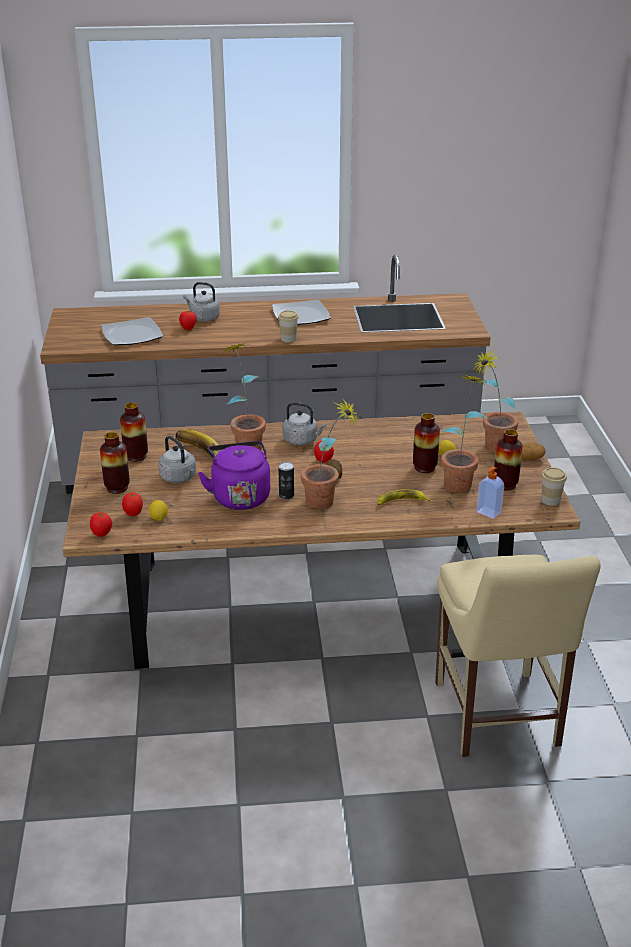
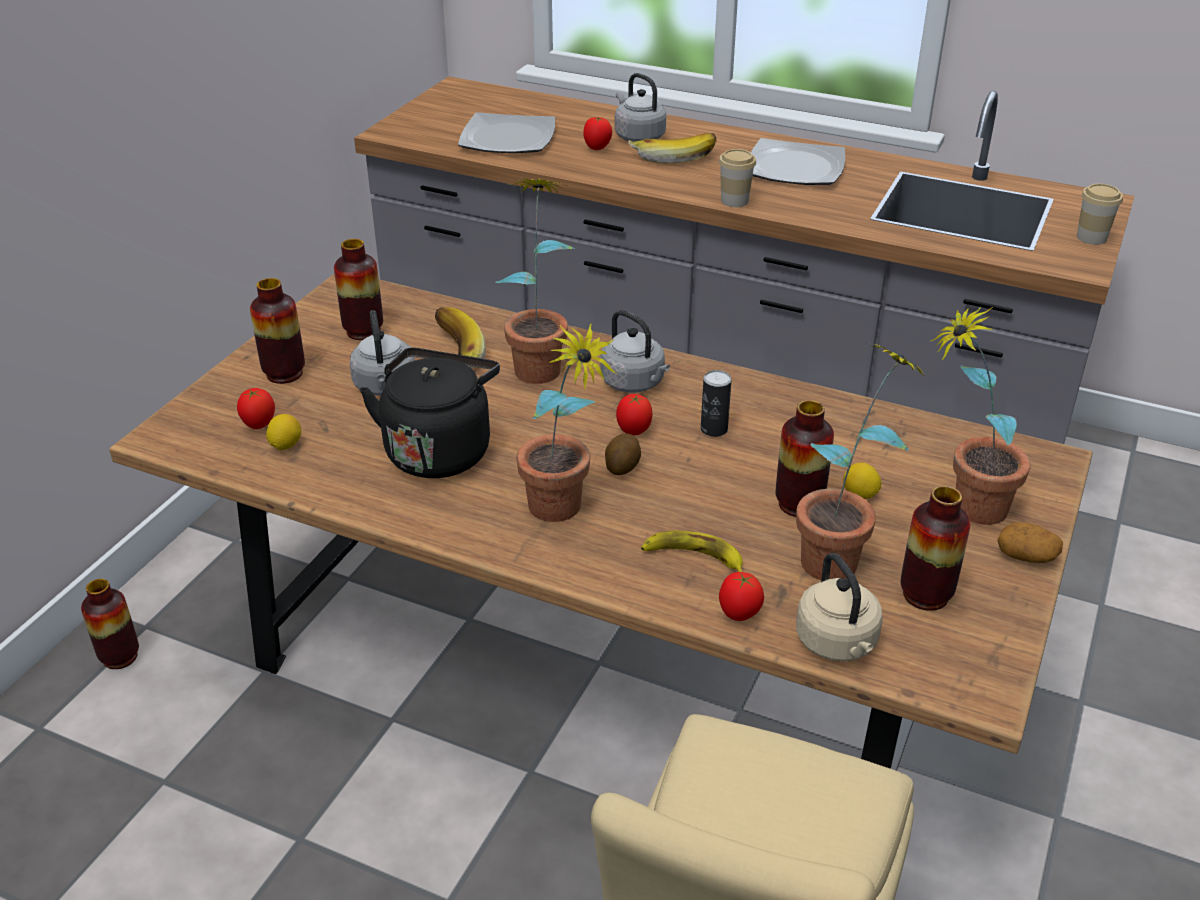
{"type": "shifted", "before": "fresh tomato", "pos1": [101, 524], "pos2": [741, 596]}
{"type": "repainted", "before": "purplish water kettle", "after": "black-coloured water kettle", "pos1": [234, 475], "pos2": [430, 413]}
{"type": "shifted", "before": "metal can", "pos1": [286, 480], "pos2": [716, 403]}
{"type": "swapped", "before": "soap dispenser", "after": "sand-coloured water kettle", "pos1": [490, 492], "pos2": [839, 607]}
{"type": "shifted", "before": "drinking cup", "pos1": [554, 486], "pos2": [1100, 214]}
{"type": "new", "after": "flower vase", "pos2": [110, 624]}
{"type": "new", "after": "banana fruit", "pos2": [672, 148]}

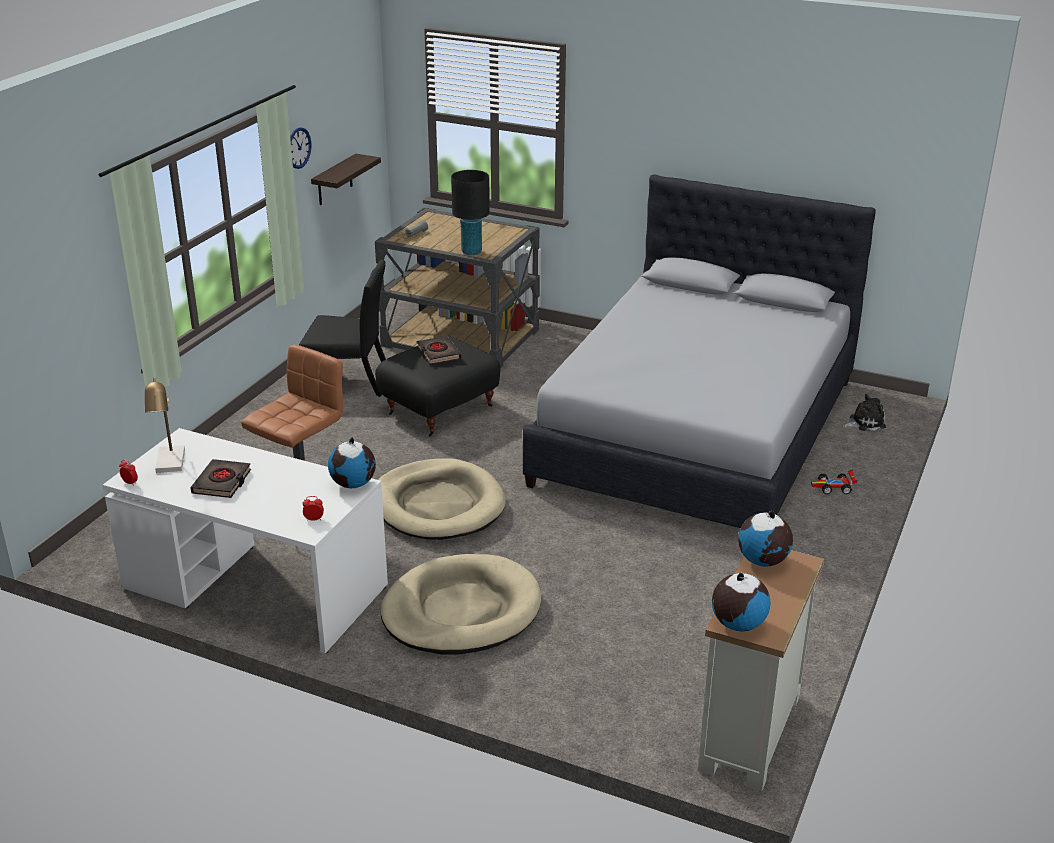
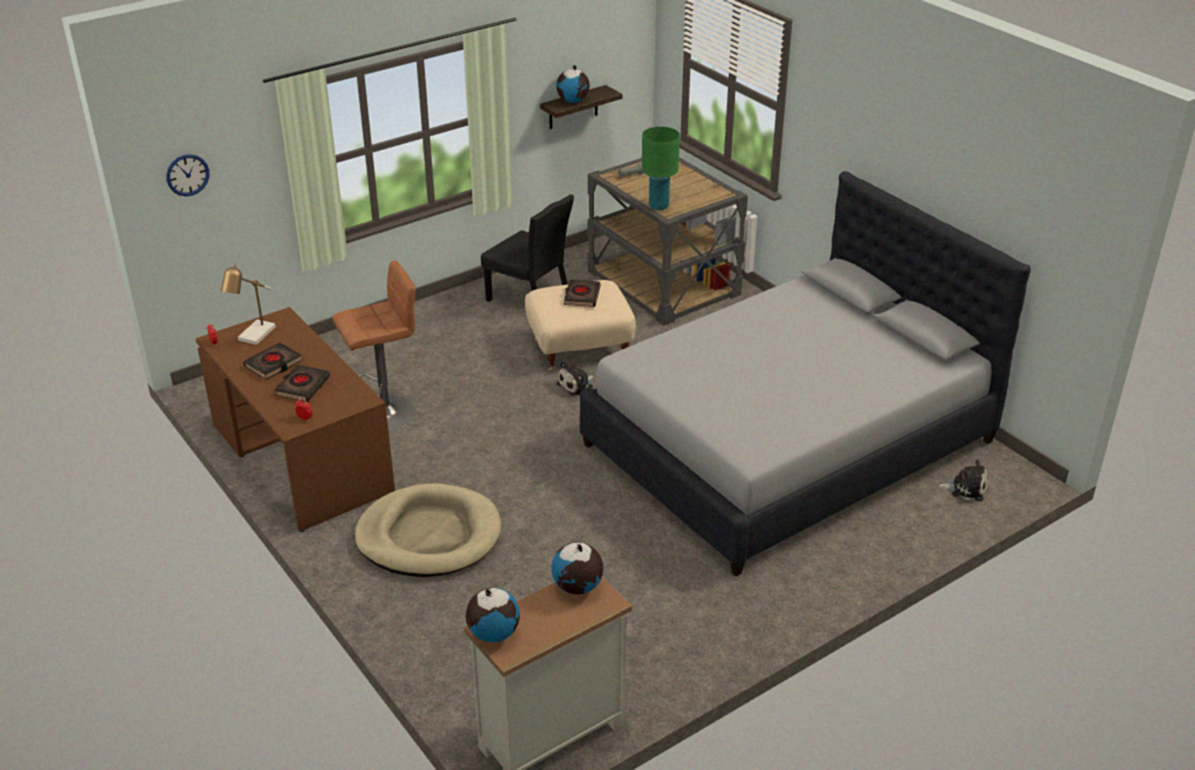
{"type": "repainted", "before": "white-coloured desk table", "after": "brownish desk table", "pos1": [245, 541], "pos2": [295, 419]}
{"type": "shifted", "before": "wall clock", "pos1": [300, 148], "pos2": [187, 175]}
{"type": "shifted", "before": "globe", "pos1": [352, 462], "pos2": [573, 84]}
{"type": "repainted", "before": "black-coloured footrest", "after": "sand-coloured footrest", "pos1": [437, 386], "pos2": [580, 325]}
{"type": "gone", "before": "sand-coloured dog cushion", "pos1": [442, 499]}
{"type": "repainted", "before": "black-coloured table lamp", "after": "green-coloured table lamp", "pos1": [470, 212], "pos2": [661, 168]}
{"type": "gone", "before": "miniature car", "pos1": [834, 482]}
{"type": "new", "after": "black-coloured bound book", "pos2": [302, 383]}
{"type": "new", "after": "plush toy", "pos2": [575, 378]}

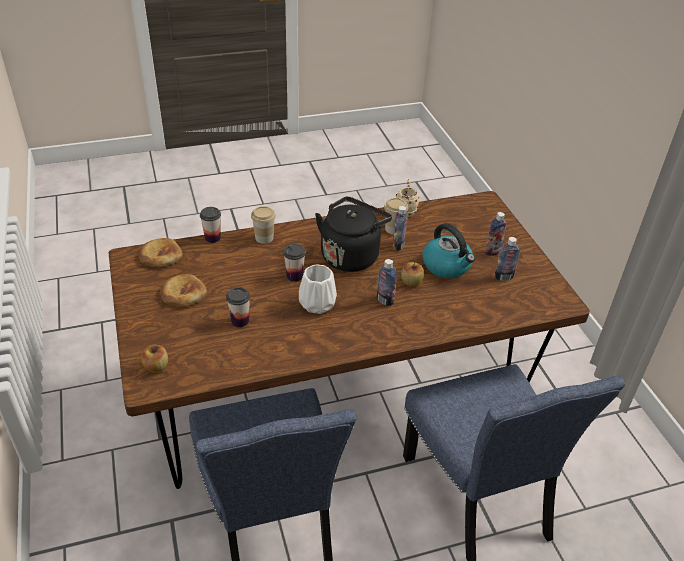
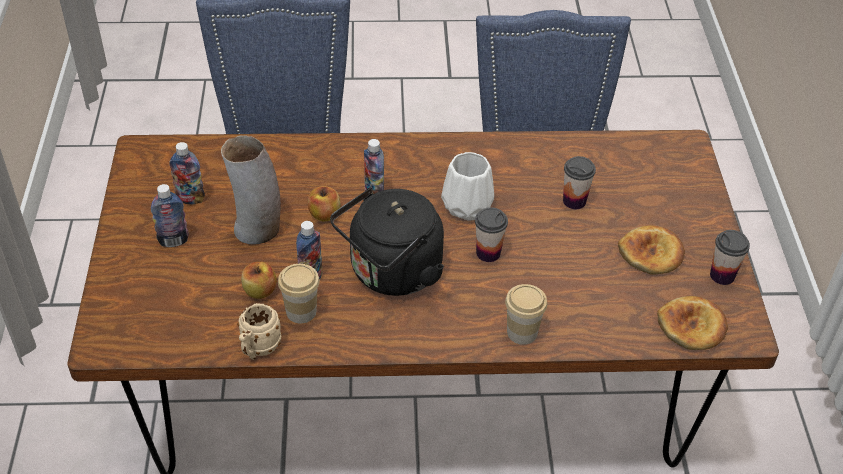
{"type": "shifted", "before": "whole apple", "pos1": [155, 359], "pos2": [259, 280]}
{"type": "shifted", "before": "drinking cup", "pos1": [210, 225], "pos2": [730, 257]}
{"type": "swapped", "before": "water kettle", "after": "flower vase", "pos1": [448, 250], "pos2": [251, 190]}

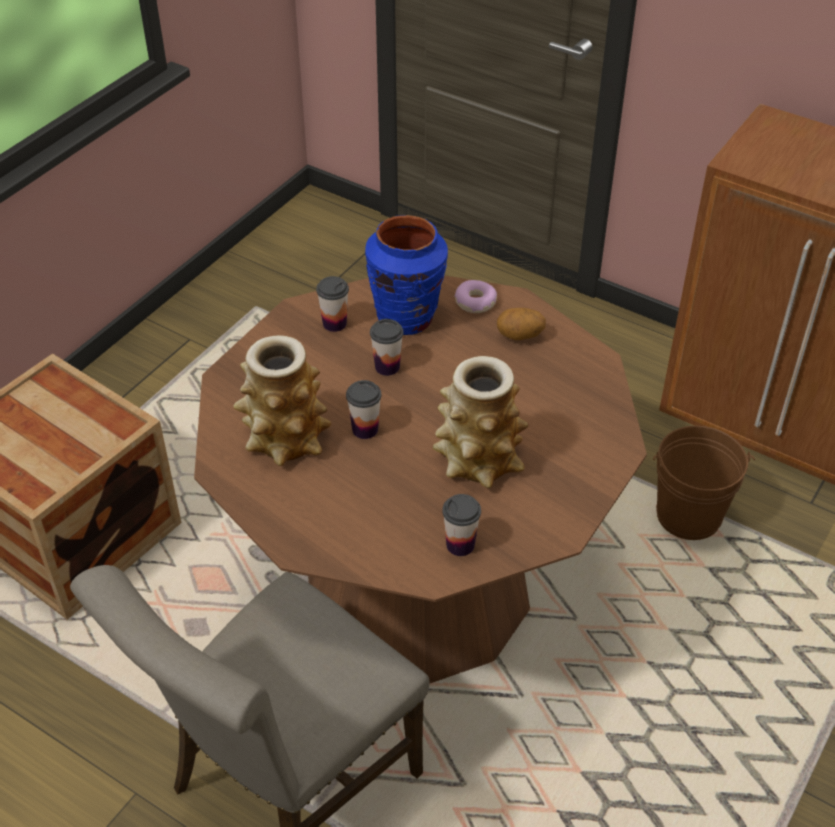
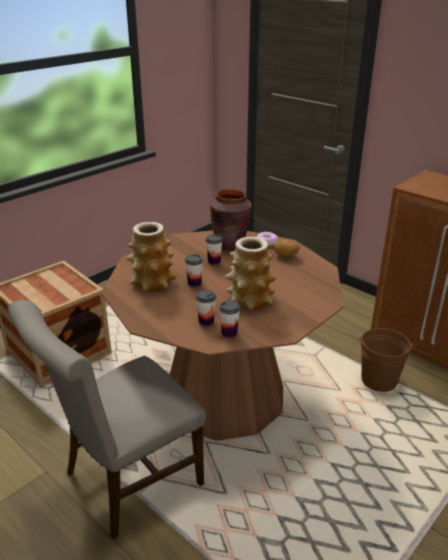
{"type": "shifted", "before": "drinking cup", "pos1": [332, 304], "pos2": [206, 308]}
{"type": "repainted", "before": "bluish flower vase", "after": "brownish flower vase", "pos1": [406, 275], "pos2": [231, 220]}

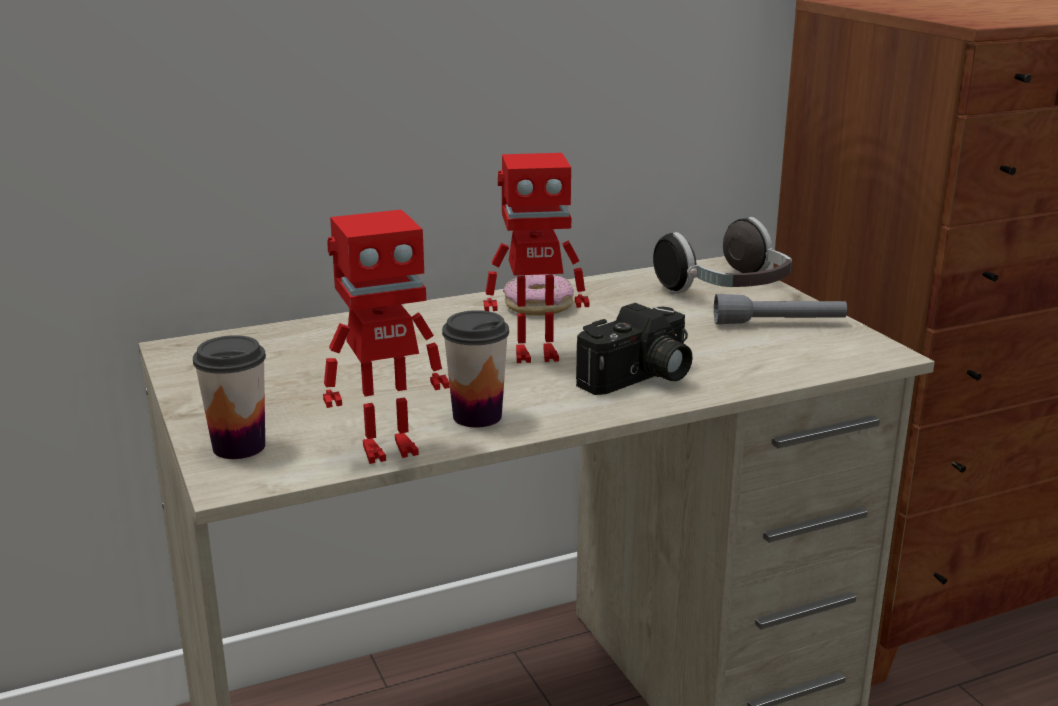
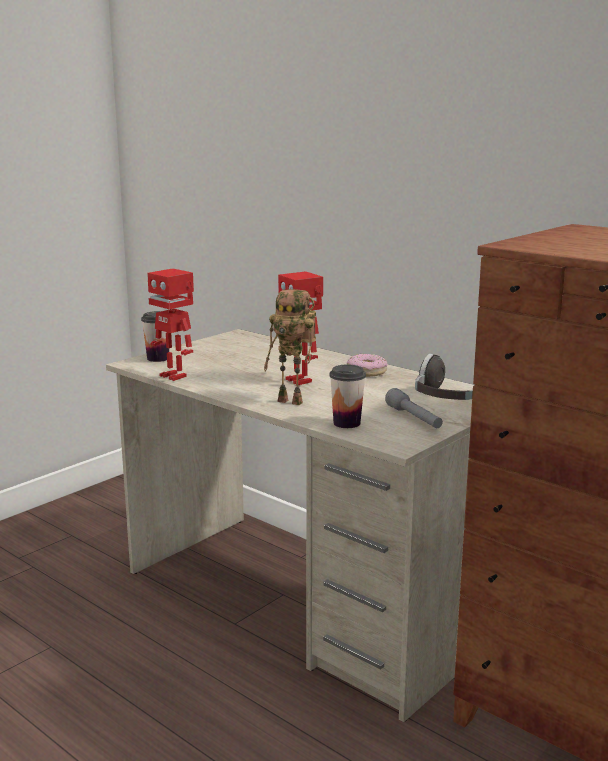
{"type": "shifted", "before": "drinking cup", "pos1": [475, 369], "pos2": [347, 396]}
{"type": "swapped", "before": "photo camera", "after": "model robot", "pos1": [634, 349], "pos2": [290, 347]}

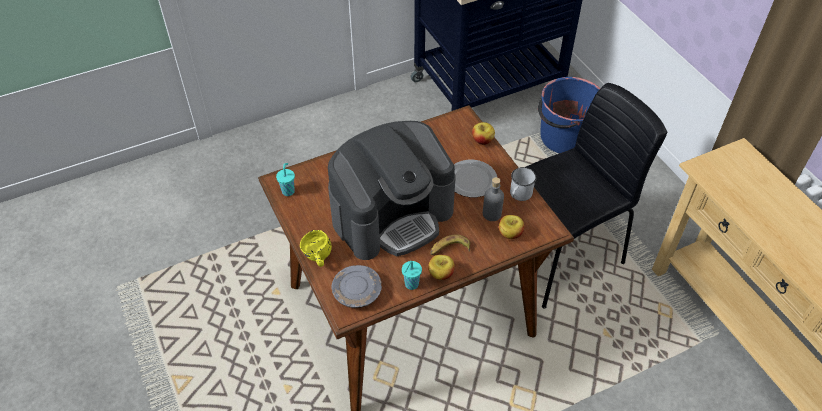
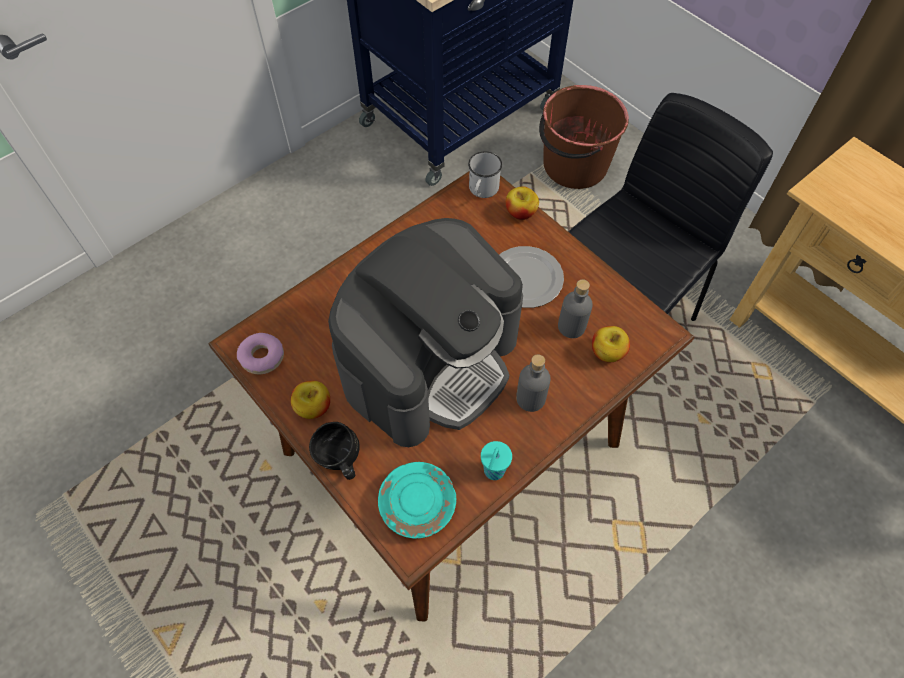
{"type": "swapped", "before": "turquoise drinking cup", "after": "ring doughnut", "pos1": [285, 179], "pos2": [260, 353]}
{"type": "repainted", "before": "yellow mug", "after": "black-coloured mug", "pos1": [316, 248], "pos2": [334, 451]}
{"type": "repainted", "before": "gray dinner plate", "after": "turquoise dinner plate", "pos1": [357, 286], "pos2": [417, 500]}
{"type": "shifted", "before": "whole apple", "pos1": [441, 267], "pos2": [310, 400]}
{"type": "swapped", "before": "banana fruit", "after": "gray beverage bottle", "pos1": [450, 244], "pos2": [533, 383]}
{"type": "shifted", "before": "white-coloured mug", "pos1": [523, 184], "pos2": [485, 174]}
{"type": "repainted", "before": "bluish pail", "after": "brownish pail", "pos1": [569, 115], "pos2": [584, 137]}

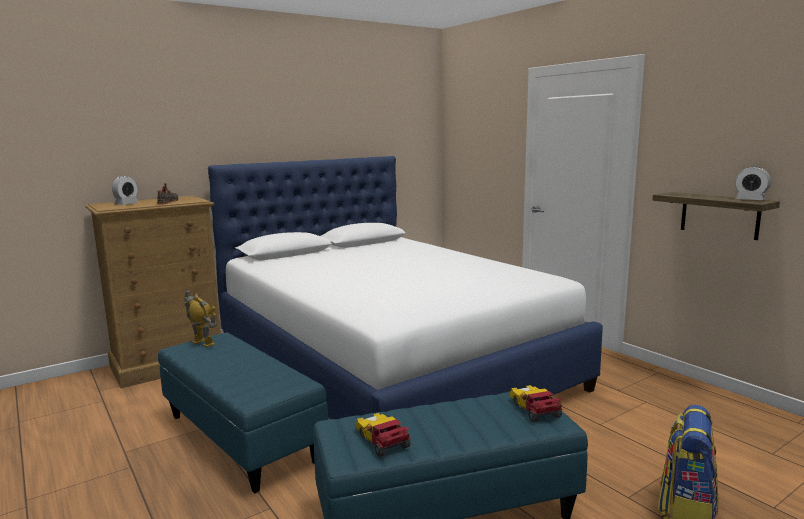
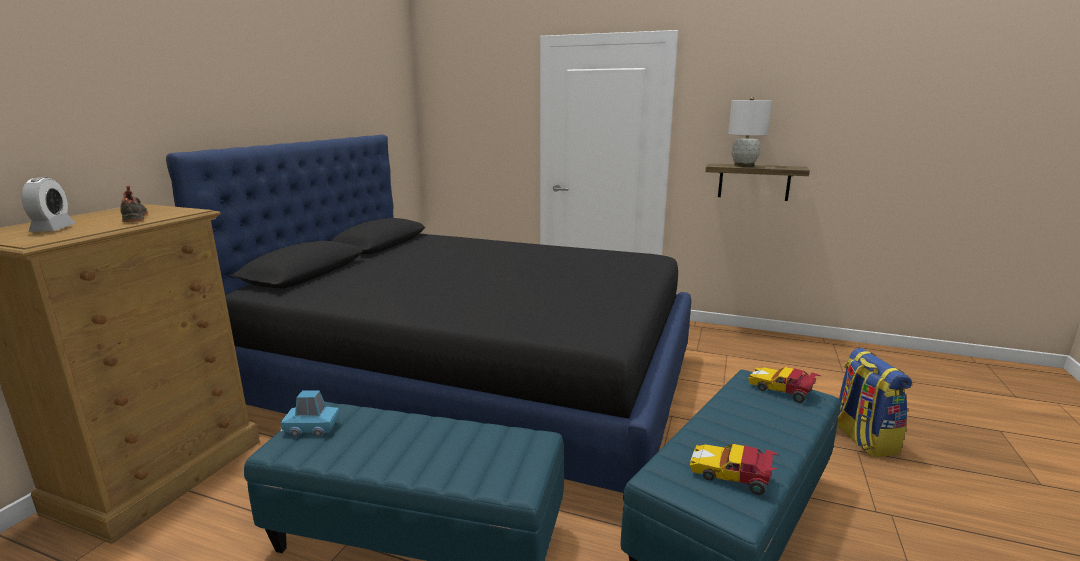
{"type": "swapped", "before": "model robot", "after": "bluish miniature car", "pos1": [201, 318], "pos2": [309, 413]}
{"type": "repainted", "before": "white-coloured sleeping bed", "after": "black-coloured sleeping bed", "pos1": [405, 287], "pos2": [429, 314]}
{"type": "gone", "before": "table clock", "pos1": [753, 183]}
{"type": "new", "after": "white-coloured table lamp", "pos2": [750, 132]}

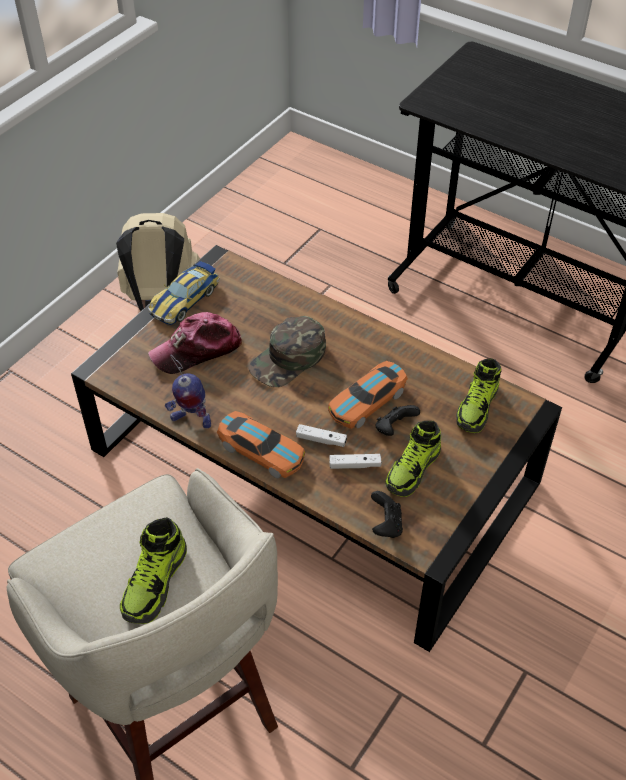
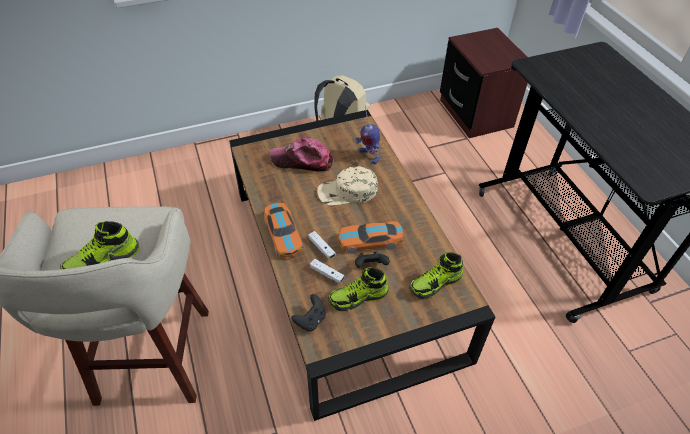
{"type": "gone", "before": "miniature car", "pos1": [183, 293]}
{"type": "shifted", "before": "model robot", "pos1": [188, 392], "pos2": [367, 135]}
{"type": "repainted", "before": "green-coloured baseball cap", "after": "sand-coloured baseball cap", "pos1": [287, 351], "pos2": [347, 186]}
{"type": "new", "after": "brownish bedside table", "pos2": [484, 83]}

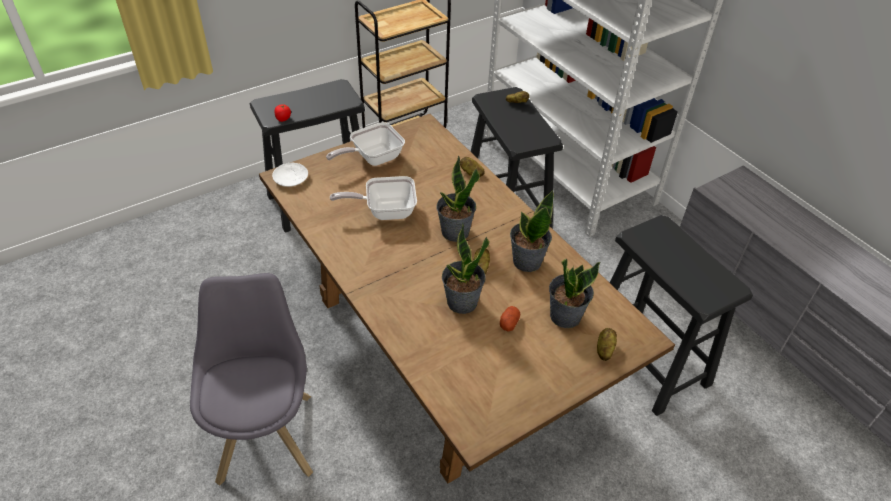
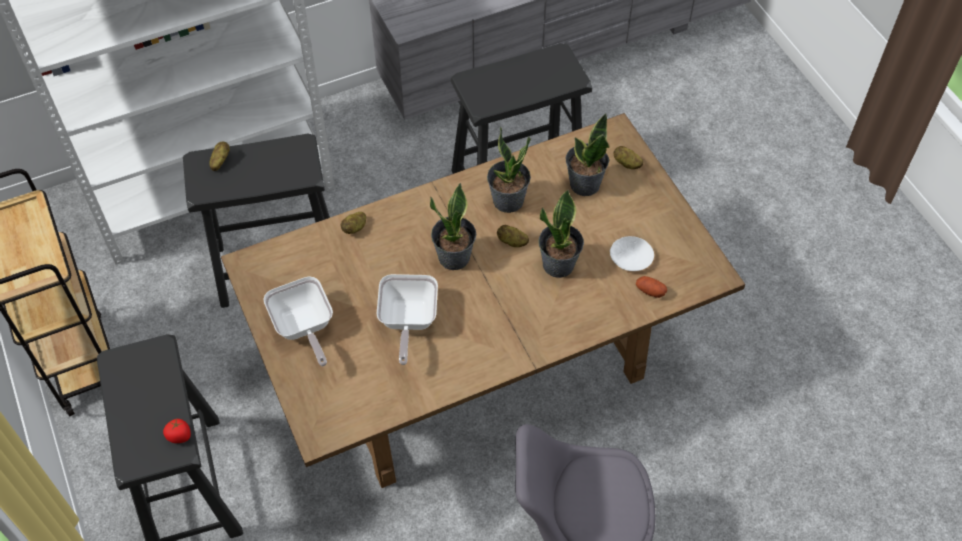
{"type": "shifted", "before": "white-coloured dinner plate", "pos1": [290, 175], "pos2": [632, 253]}
{"type": "shifted", "before": "potato", "pos1": [510, 319], "pos2": [651, 287]}

